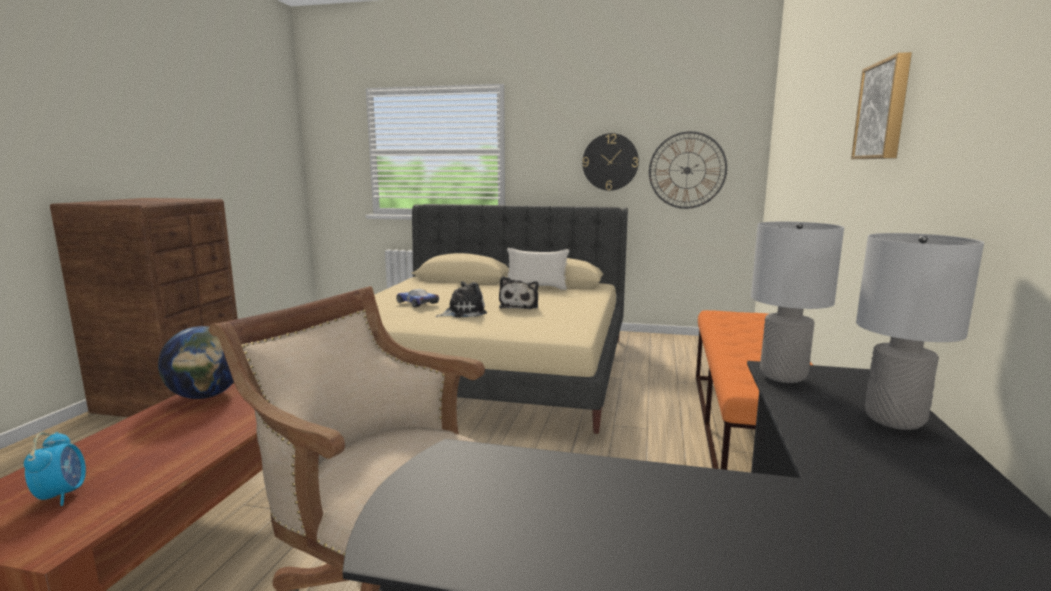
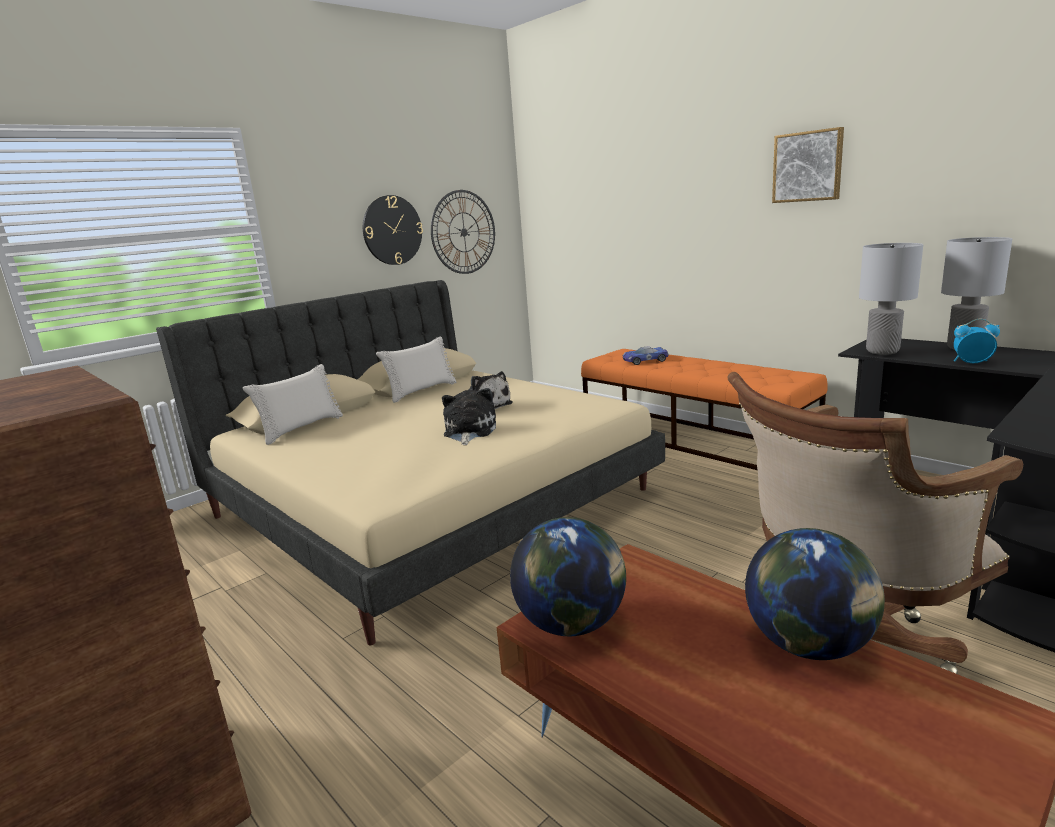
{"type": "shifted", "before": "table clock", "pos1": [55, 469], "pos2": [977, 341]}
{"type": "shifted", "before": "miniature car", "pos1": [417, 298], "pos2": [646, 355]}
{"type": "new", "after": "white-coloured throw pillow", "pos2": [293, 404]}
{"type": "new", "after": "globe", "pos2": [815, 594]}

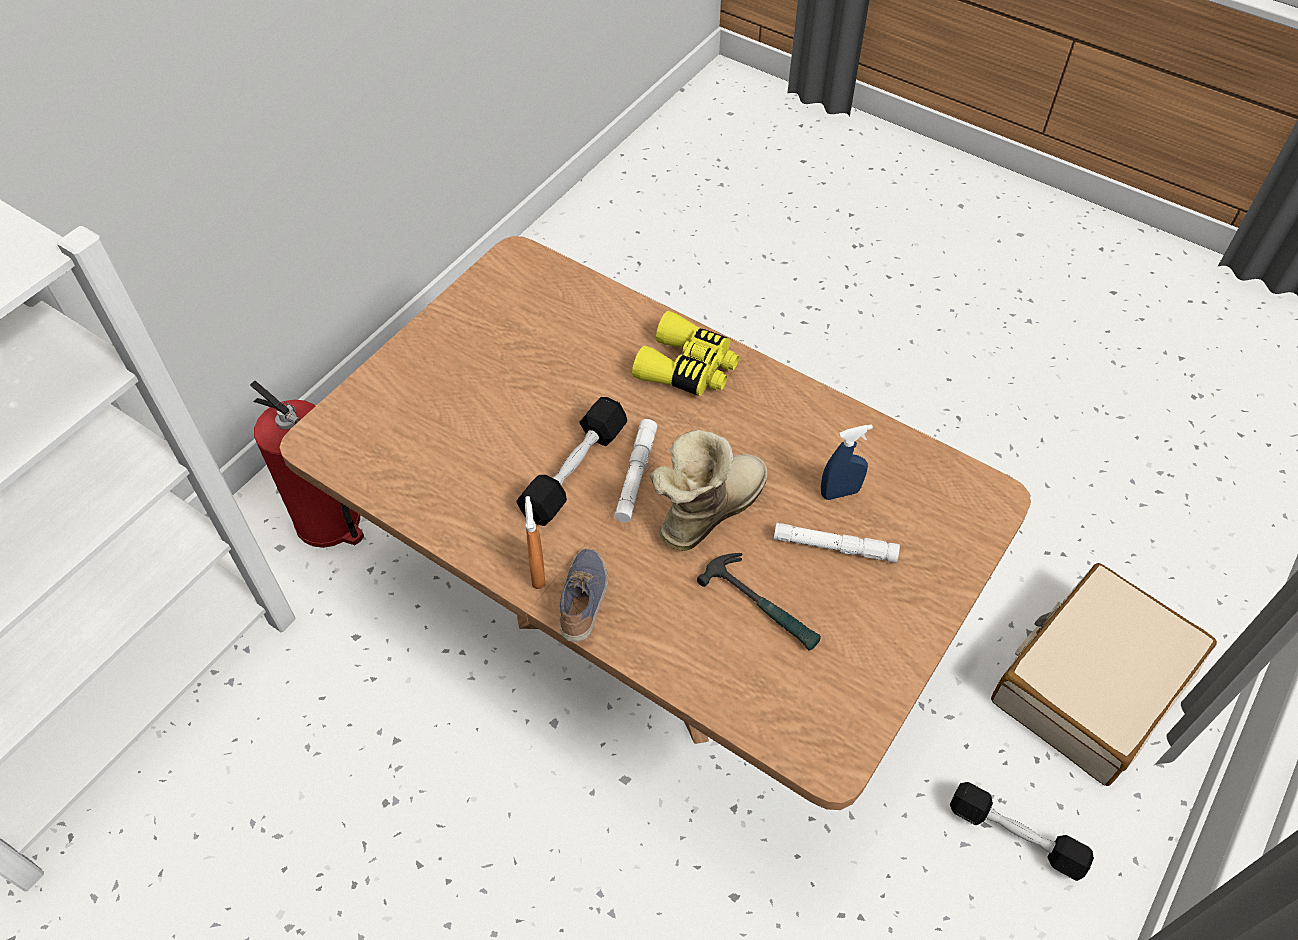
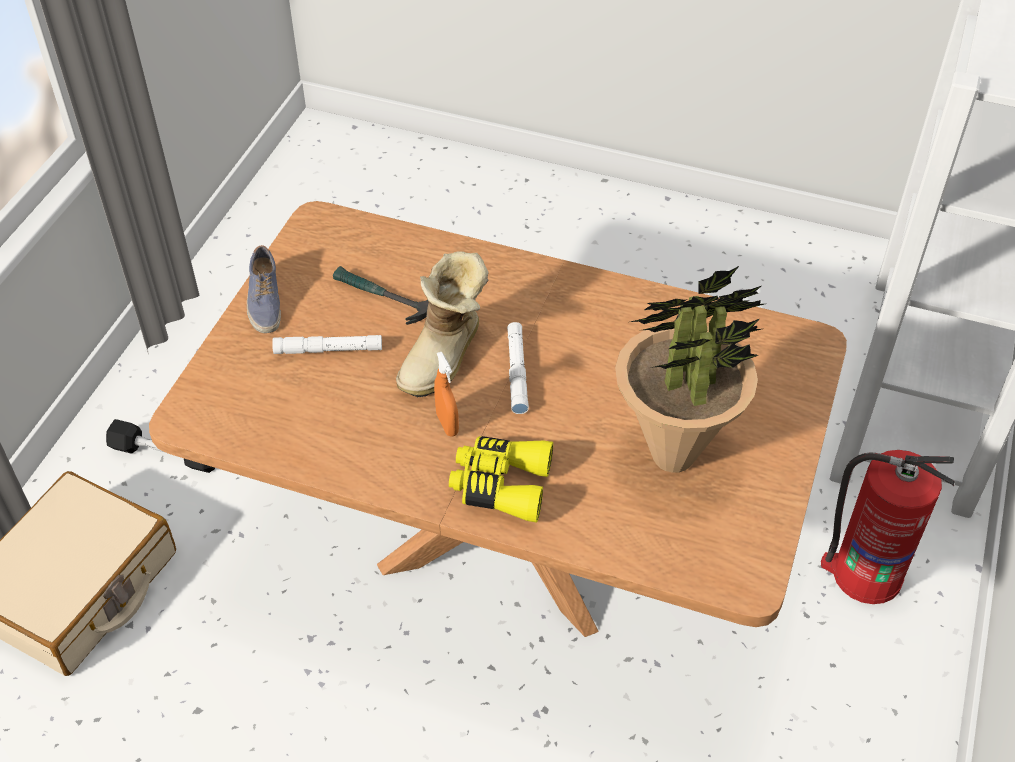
{"type": "gone", "before": "black-coloured dumbbell", "pos1": [571, 461]}
{"type": "shifted", "before": "orange spray bottle", "pos1": [535, 542], "pos2": [446, 394]}
{"type": "shifted", "before": "low shoe", "pos1": [584, 595], "pos2": [264, 289]}
{"type": "gone", "before": "bluish spray bottle", "pos1": [847, 462]}
{"type": "new", "after": "plant in a pot", "pos2": [689, 369]}

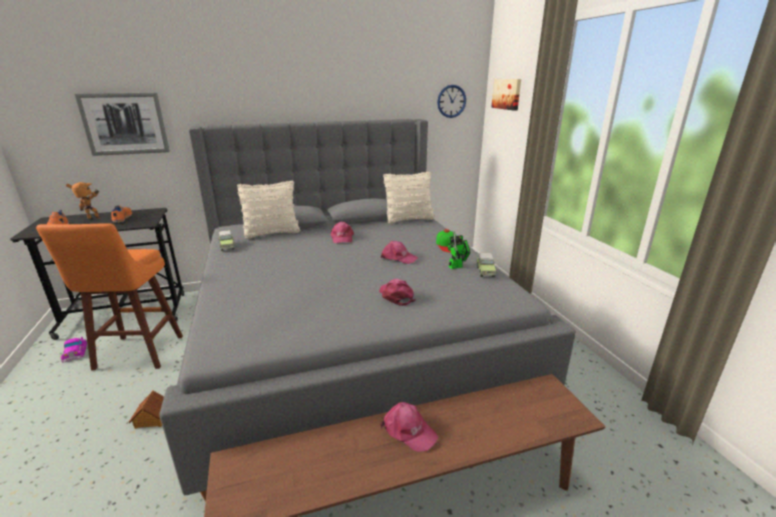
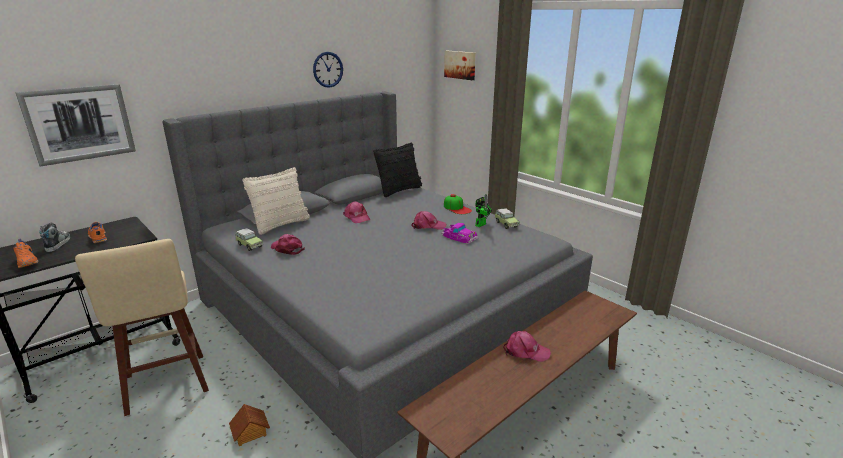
{"type": "repainted", "before": "orange stool", "after": "sand-coloured stool", "pos1": [109, 296], "pos2": [142, 327]}
{"type": "shifted", "before": "miniature car", "pos1": [74, 349], "pos2": [459, 233]}
{"type": "swapped", "before": "model robot", "after": "low shoe", "pos1": [83, 200], "pos2": [54, 237]}
{"type": "shifted", "before": "pink baseball cap", "pos1": [397, 292], "pos2": [288, 244]}
{"type": "repainted", "before": "sand-coloured throw pillow", "after": "black-coloured throw pillow", "pos1": [409, 197], "pos2": [398, 169]}
{"type": "shifted", "before": "wall clock", "pos1": [451, 101], "pos2": [328, 70]}

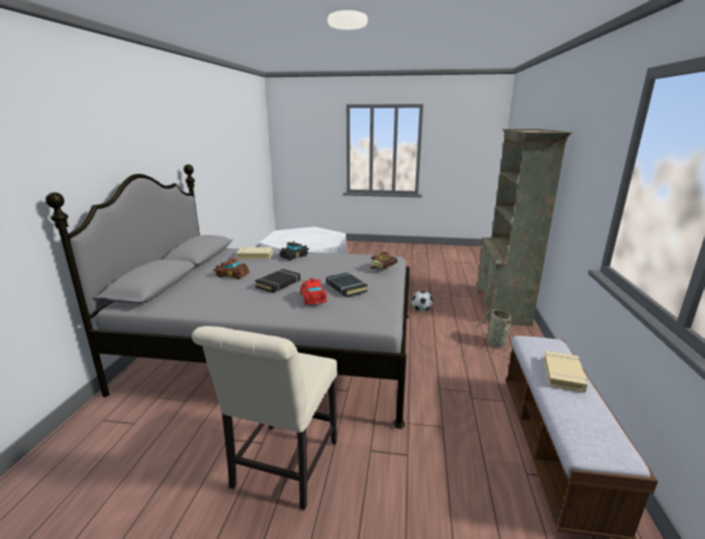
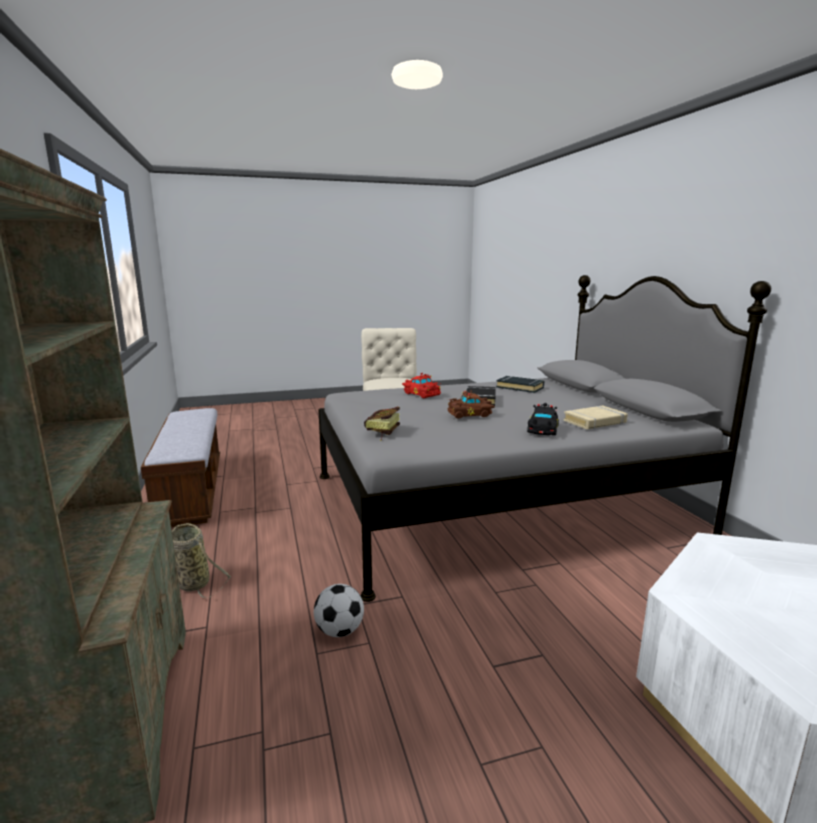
{"type": "shifted", "before": "brownish miniature car", "pos1": [231, 268], "pos2": [471, 405]}
{"type": "shifted", "before": "black-coloured bound book", "pos1": [347, 284], "pos2": [520, 384]}
{"type": "gone", "before": "sand-coloured bound book", "pos1": [565, 372]}

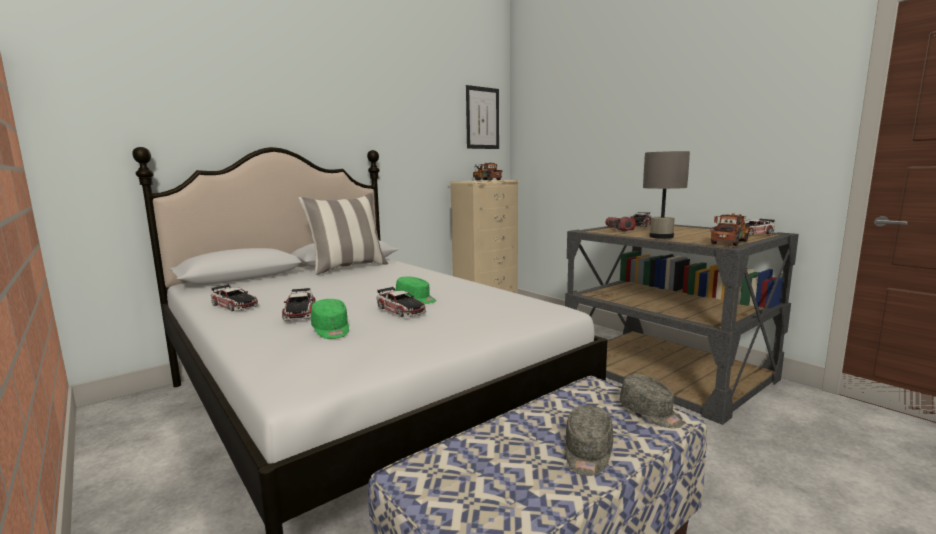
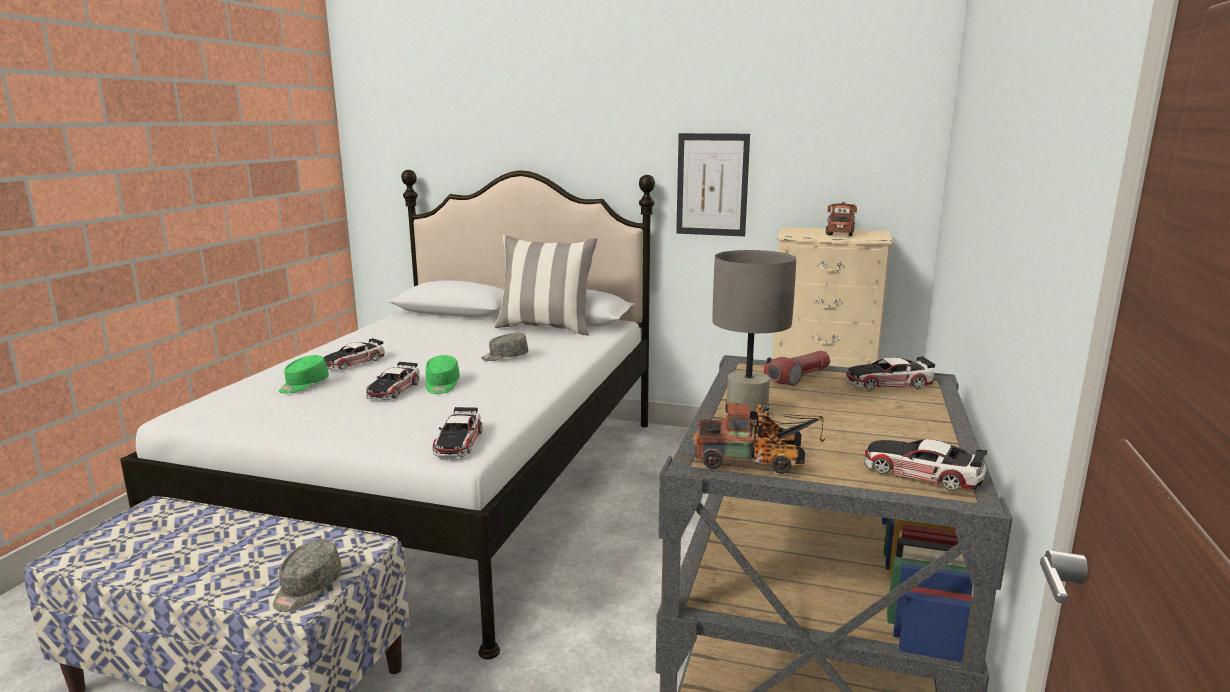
{"type": "shifted", "before": "miniature car", "pos1": [235, 298], "pos2": [458, 432]}
{"type": "shifted", "before": "wall art", "pos1": [482, 117], "pos2": [713, 184]}
{"type": "shifted", "before": "gray baseball cap", "pos1": [589, 440], "pos2": [504, 347]}

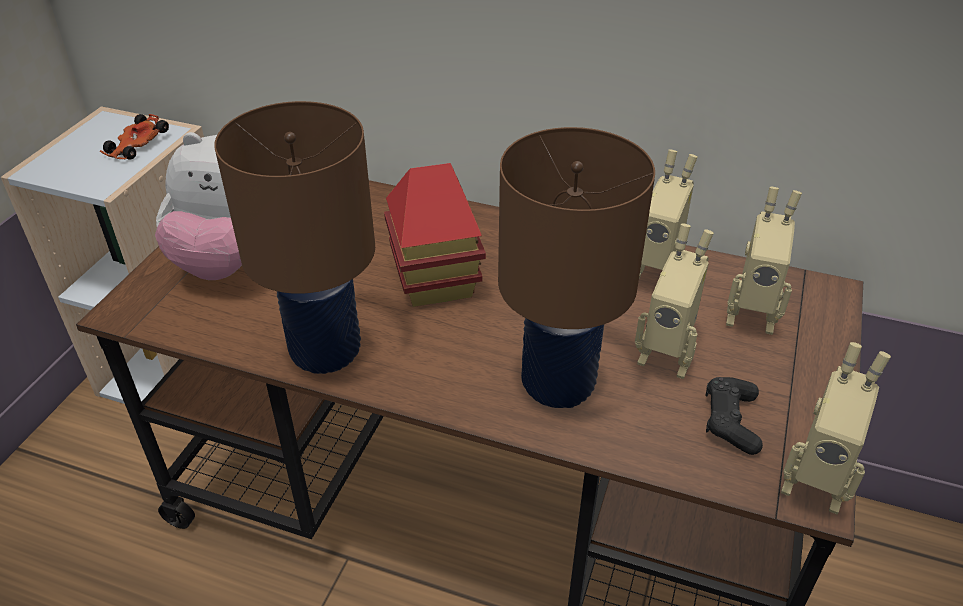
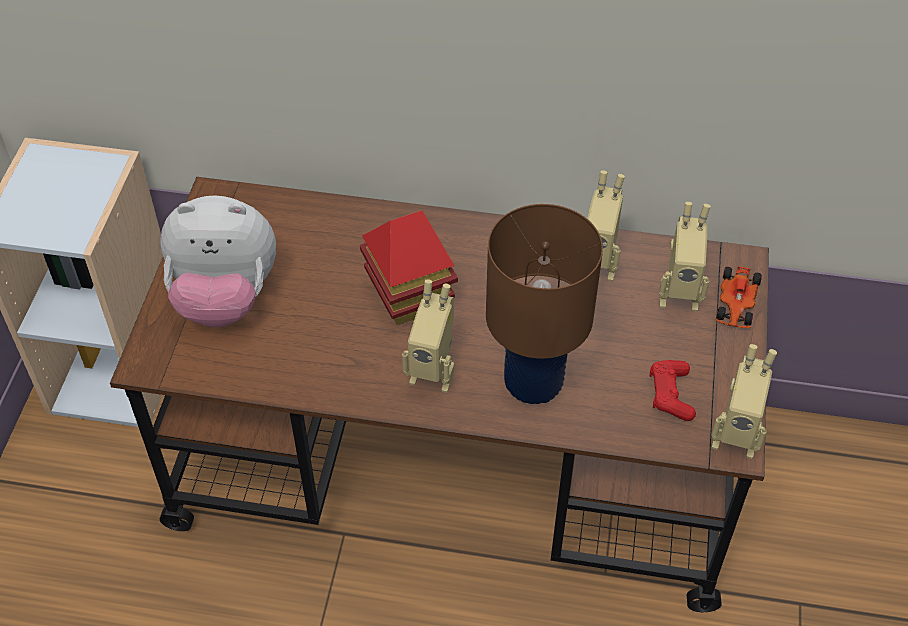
{"type": "shifted", "before": "miniature car", "pos1": [134, 136], "pos2": [738, 297]}
{"type": "gone", "before": "brownish table lamp", "pos1": [294, 237]}
{"type": "shifted", "before": "model robot", "pos1": [674, 301], "pos2": [428, 336]}
{"type": "repainted", "before": "black-coloured game controller", "after": "red-coloured game controller", "pos1": [734, 416], "pos2": [673, 390]}

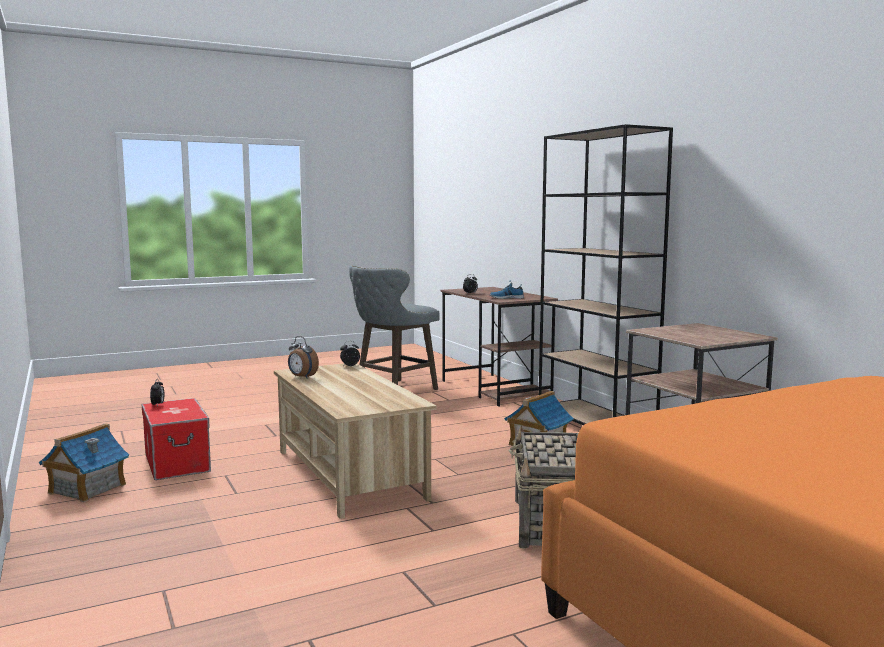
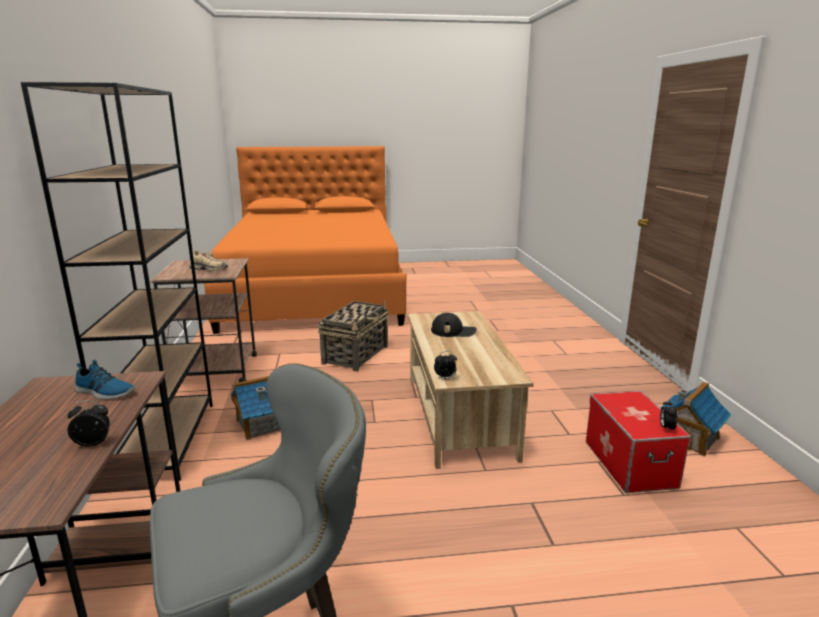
{"type": "gone", "before": "table clock", "pos1": [303, 357]}
{"type": "new", "after": "sand-coloured low shoe", "pos2": [208, 260]}
{"type": "new", "after": "black-coloured baseball cap", "pos2": [454, 325]}

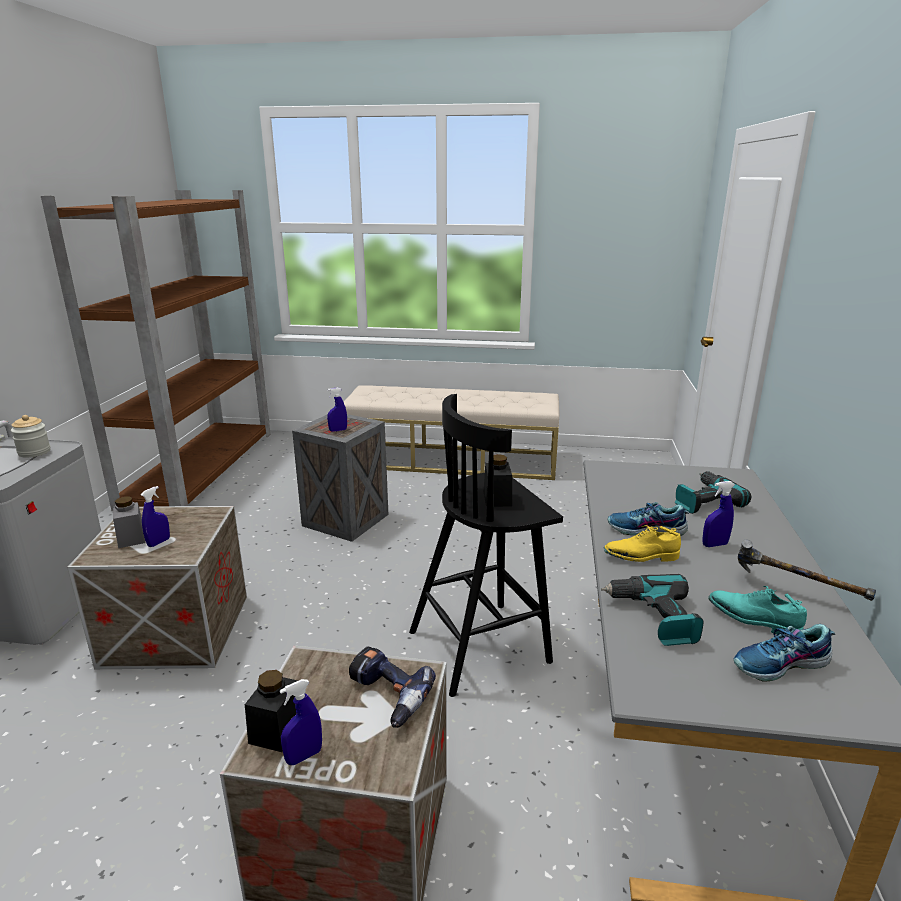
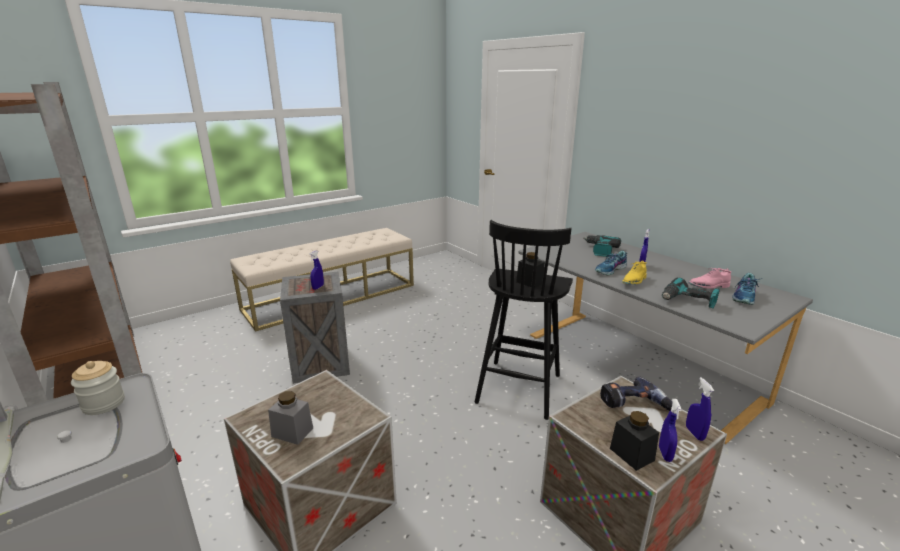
{"type": "shifted", "before": "bluish spray bottle", "pos1": [155, 516], "pos2": [700, 409]}
{"type": "repainted", "before": "turquoise low shoe", "after": "pink low shoe", "pos1": [757, 610], "pos2": [709, 278]}
{"type": "gone", "before": "hand hammer", "pos1": [807, 570]}

